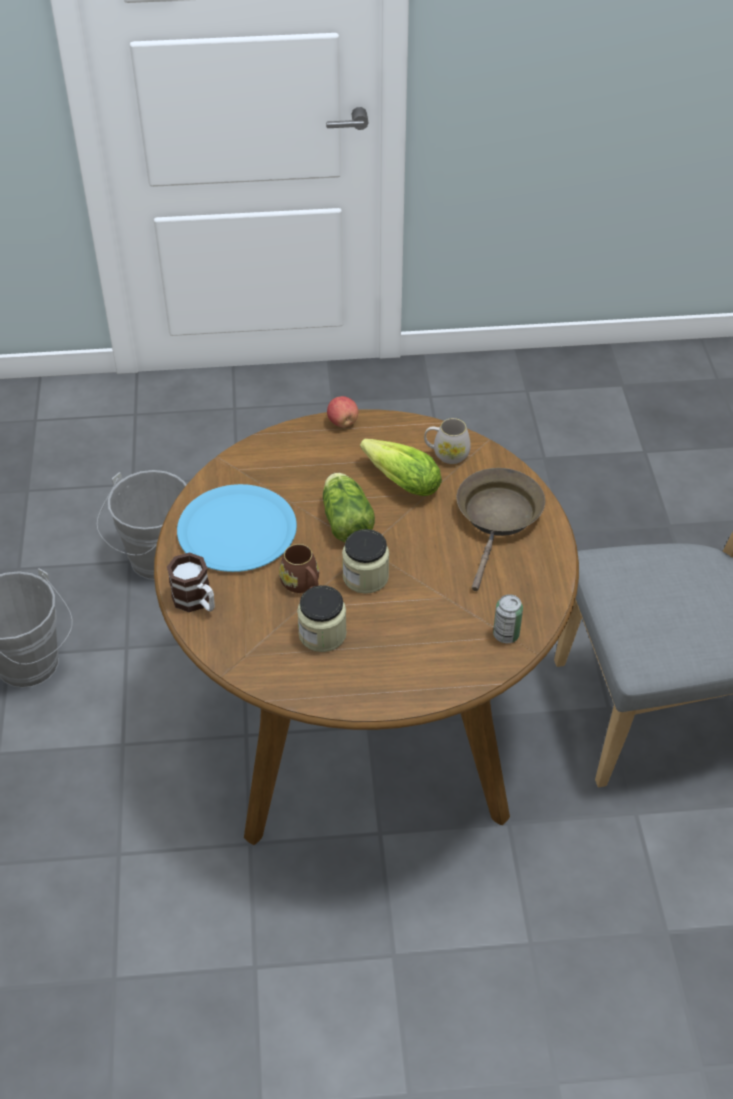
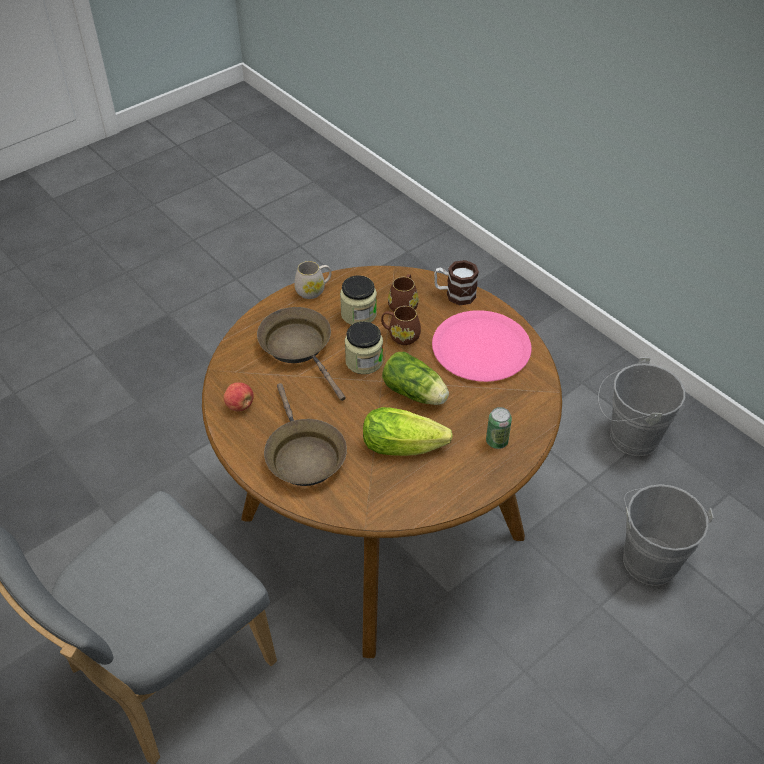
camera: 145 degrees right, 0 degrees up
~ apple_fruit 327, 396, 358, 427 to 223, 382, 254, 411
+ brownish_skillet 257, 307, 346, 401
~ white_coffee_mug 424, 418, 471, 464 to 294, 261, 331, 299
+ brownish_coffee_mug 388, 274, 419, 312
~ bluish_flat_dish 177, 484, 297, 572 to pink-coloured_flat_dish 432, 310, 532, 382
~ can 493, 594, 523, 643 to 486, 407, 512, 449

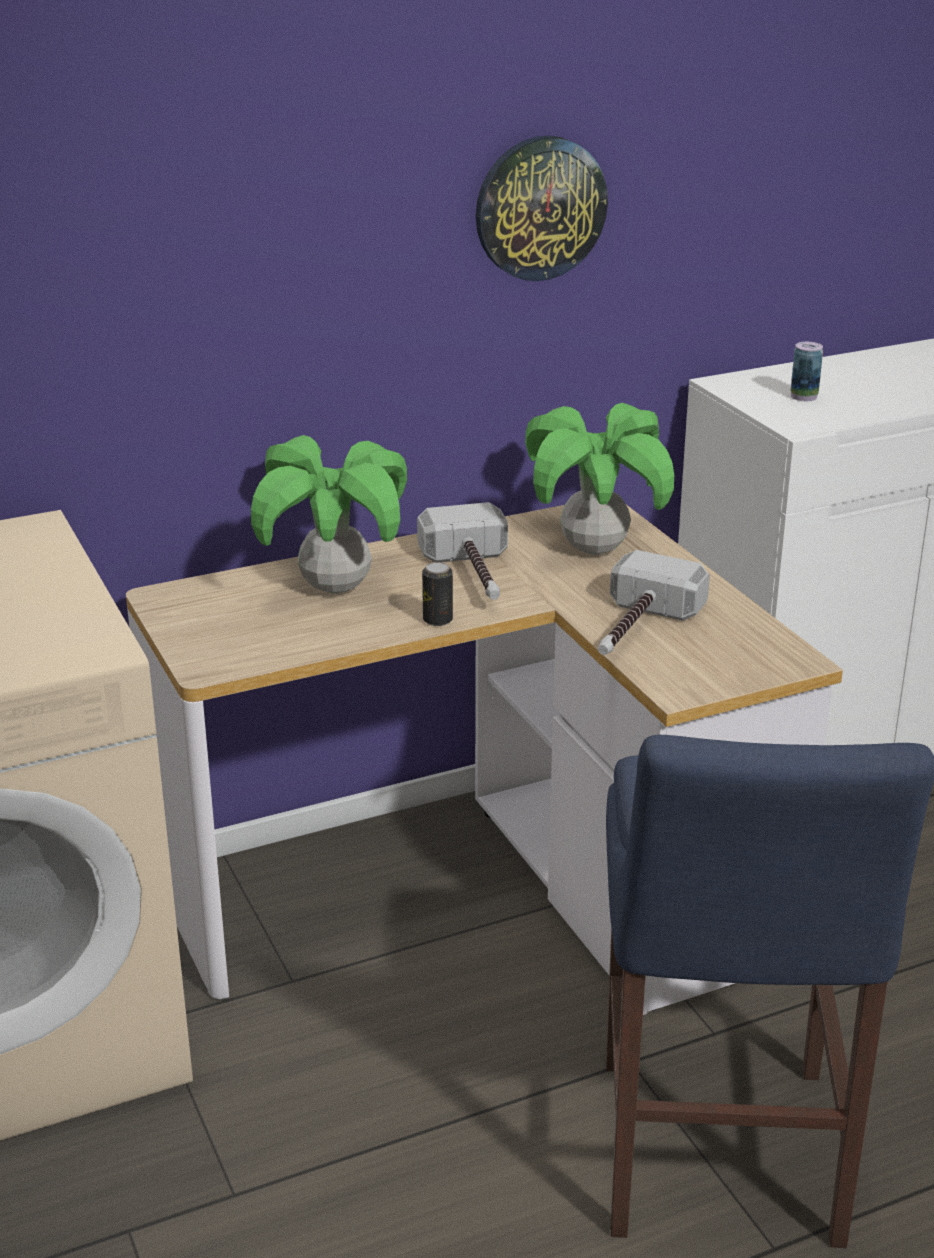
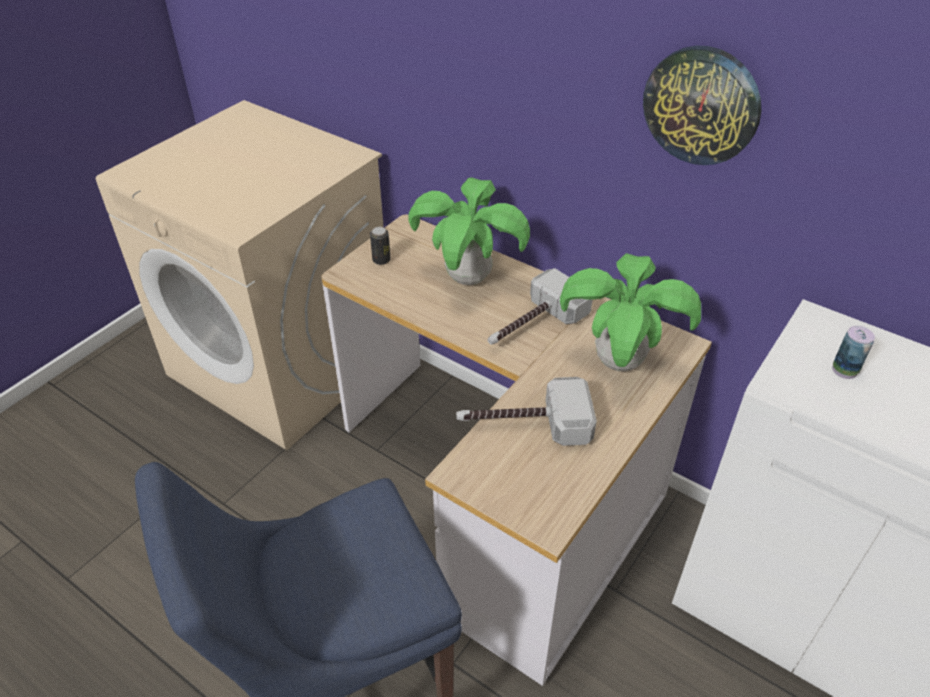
camera: 60 degrees right, 15 degrees up
~ can 422, 562, 453, 626 to 370, 227, 390, 265

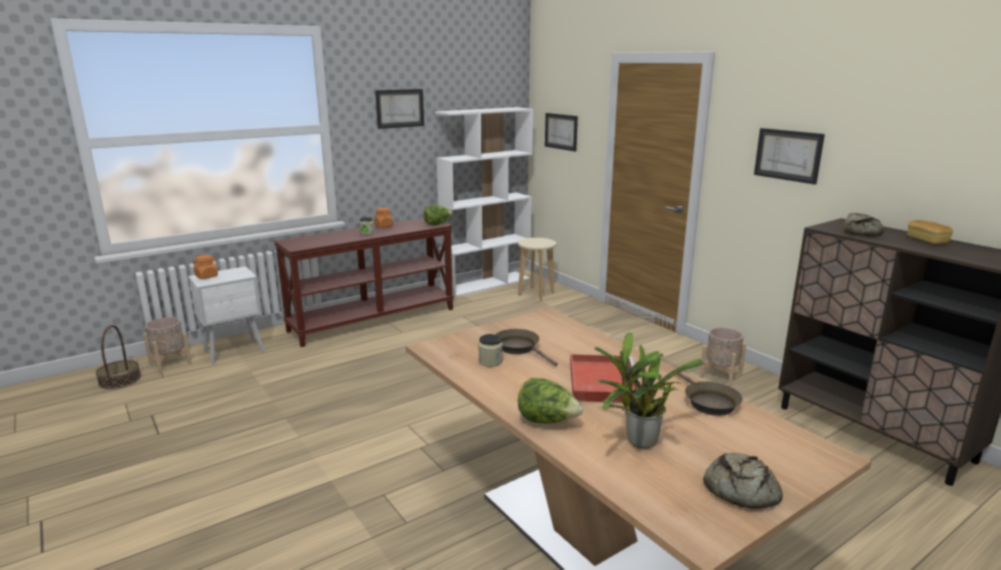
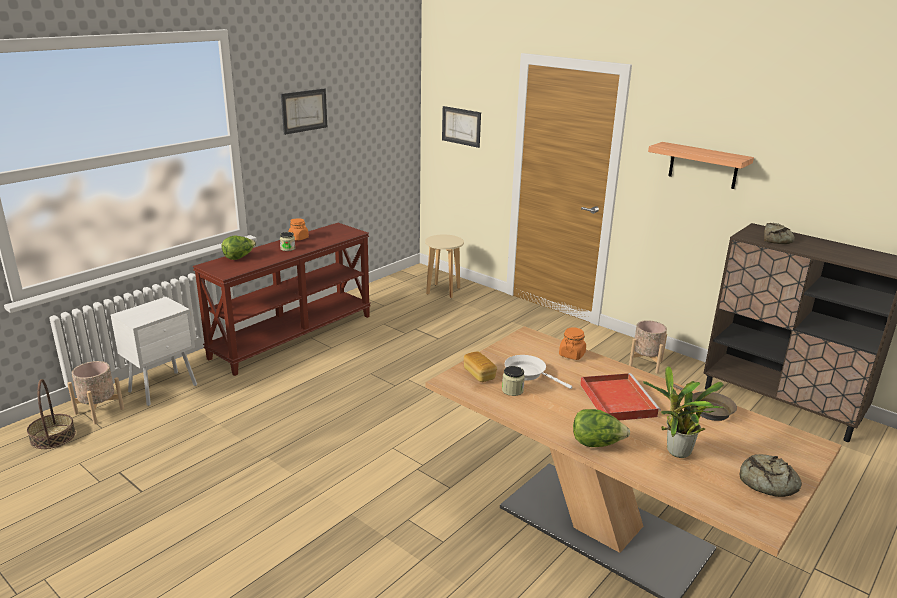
camera: 15 degrees left, 5 degrees up
~ lettuce 423, 205, 453, 226 to 222, 235, 256, 260
~ bread 907, 220, 953, 244 to 464, 352, 497, 382
~ brownish_skillet 495, 329, 558, 366 to white_skillet 505, 355, 572, 389
~ orange_storage_jar 193, 255, 218, 279 to 559, 327, 586, 360
~ picture 754, 128, 825, 185 to wall_shelf 648, 142, 754, 189
- white_bookcase 435, 107, 533, 297

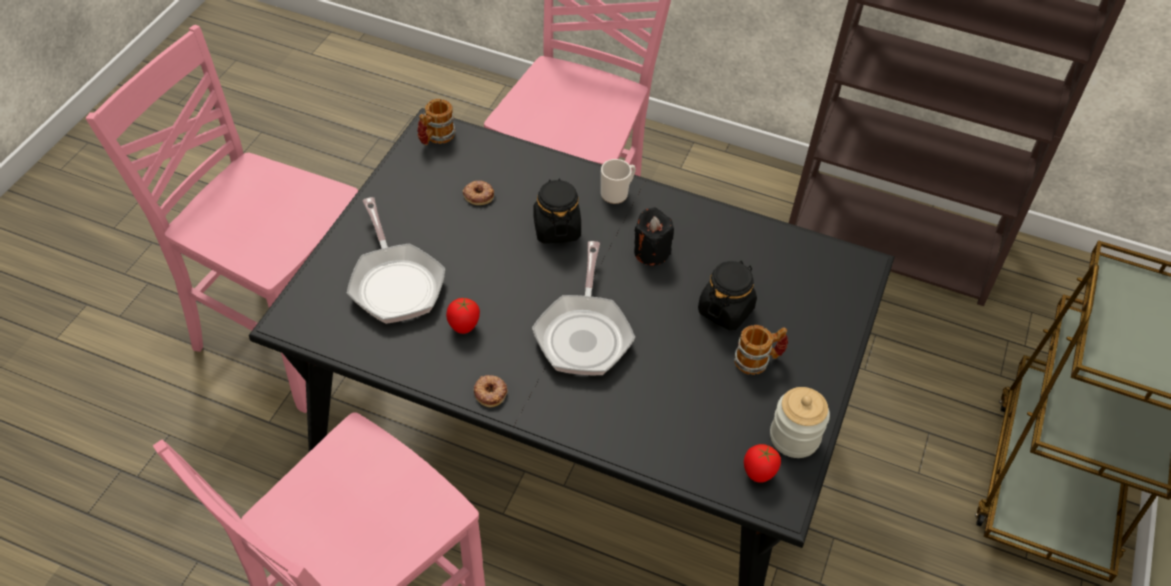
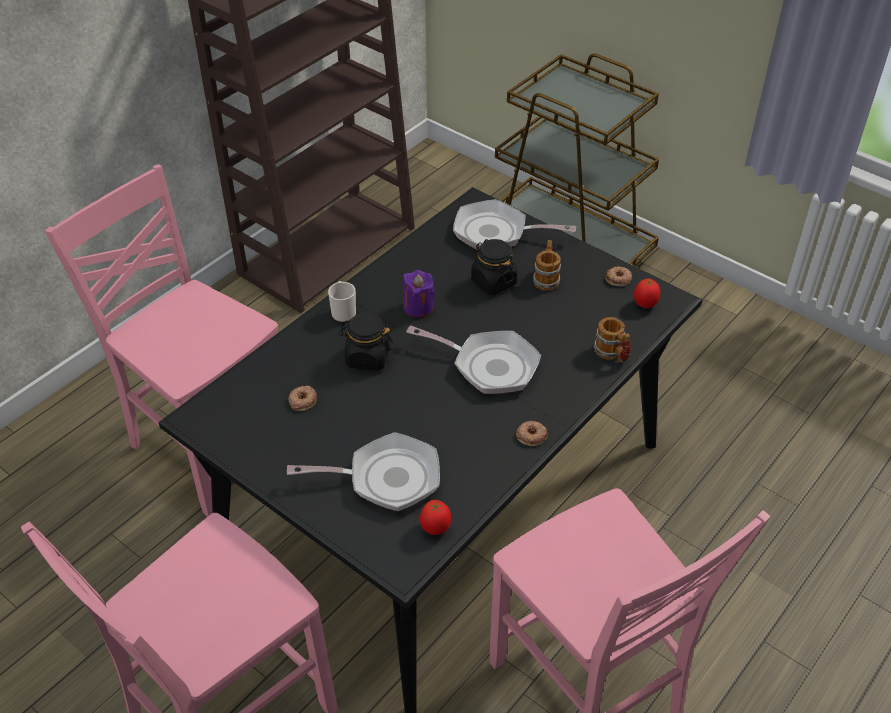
camera: 70 degrees left, 5 degrees down
~ blackish_wax_candle 634, 207, 674, 266 to purplish_wax_candle 403, 270, 435, 318
~ whole_tomato 446, 298, 480, 334 to 420, 500, 451, 535
+ skillet 453, 199, 576, 249
~ coffee_mug 417, 99, 456, 145 to 594, 317, 631, 362
~ storage_jar 770, 387, 830, 458 to donut 605, 266, 632, 286

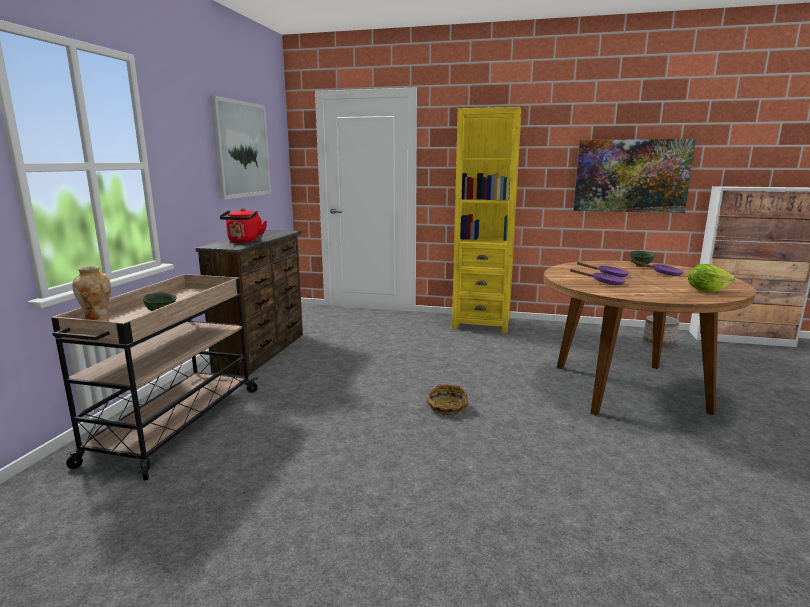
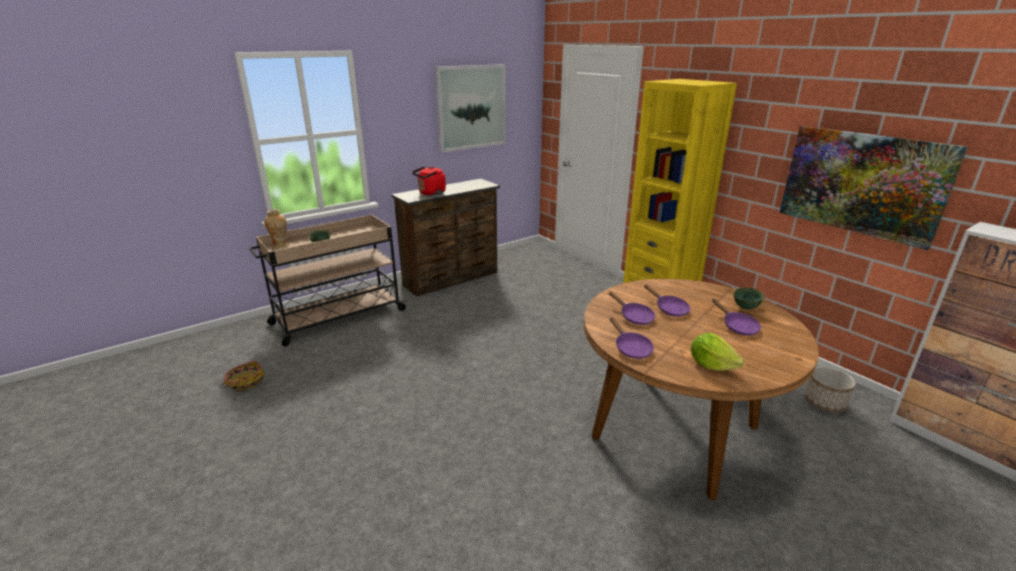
camera: 40 degrees right, 10 degrees up
~ storage_basket 427, 384, 468, 415 to 220, 361, 265, 391
+ purplish_skillet 610, 317, 654, 359

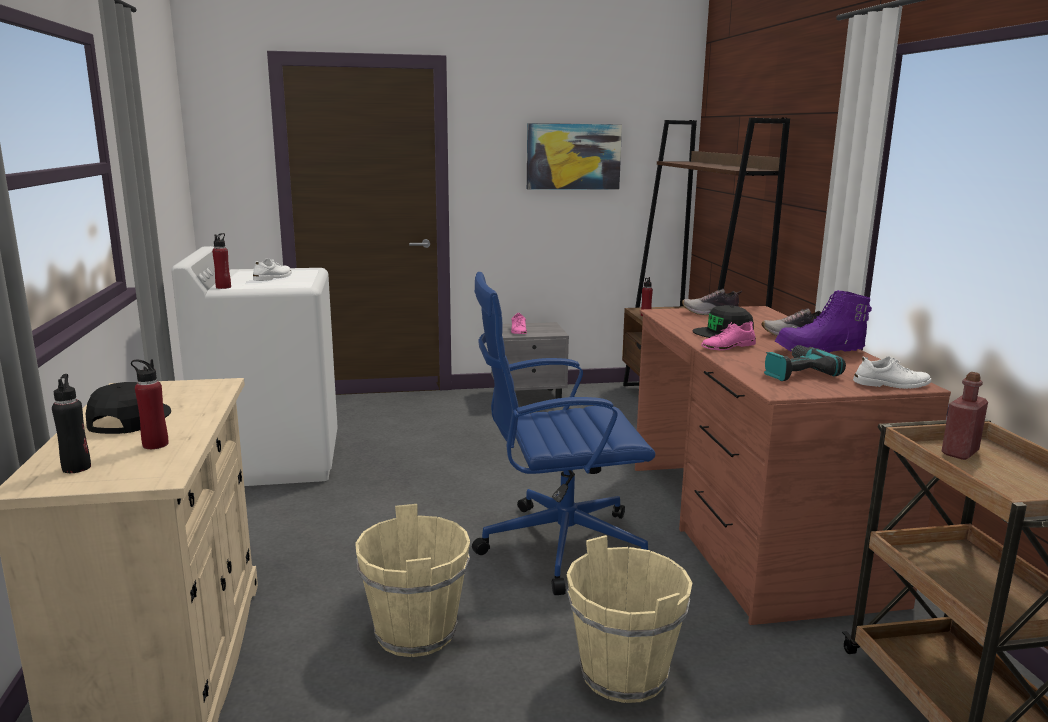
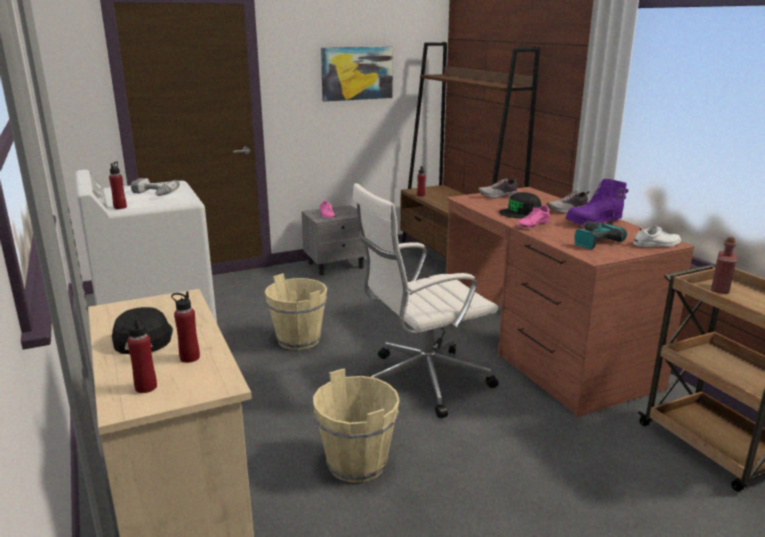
camera: 15 degrees left, 5 degrees up
~ blackish_drink_bottle 52, 374, 91, 473 to reddish_drink_bottle 127, 314, 157, 393
~ white_item_of_footwear 253, 258, 292, 281 to drill 131, 178, 180, 196
~ beige_water_bucket 567, 535, 692, 703 to 265, 273, 327, 350
~ bluish_computer_chair 472, 272, 655, 595 to white_computer_chair 352, 183, 499, 418

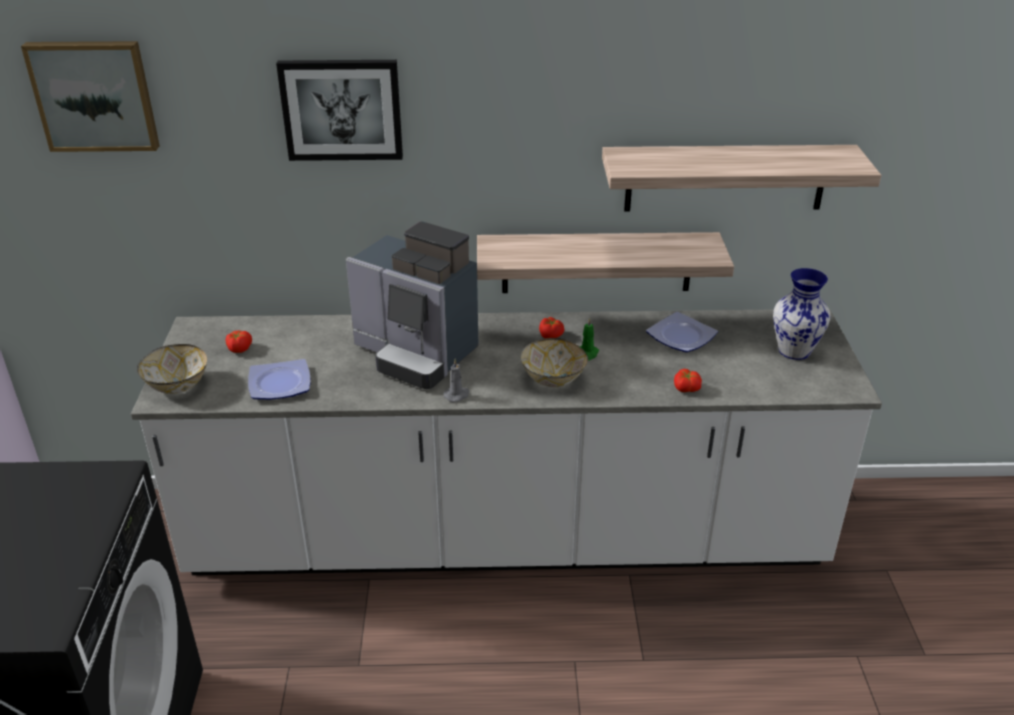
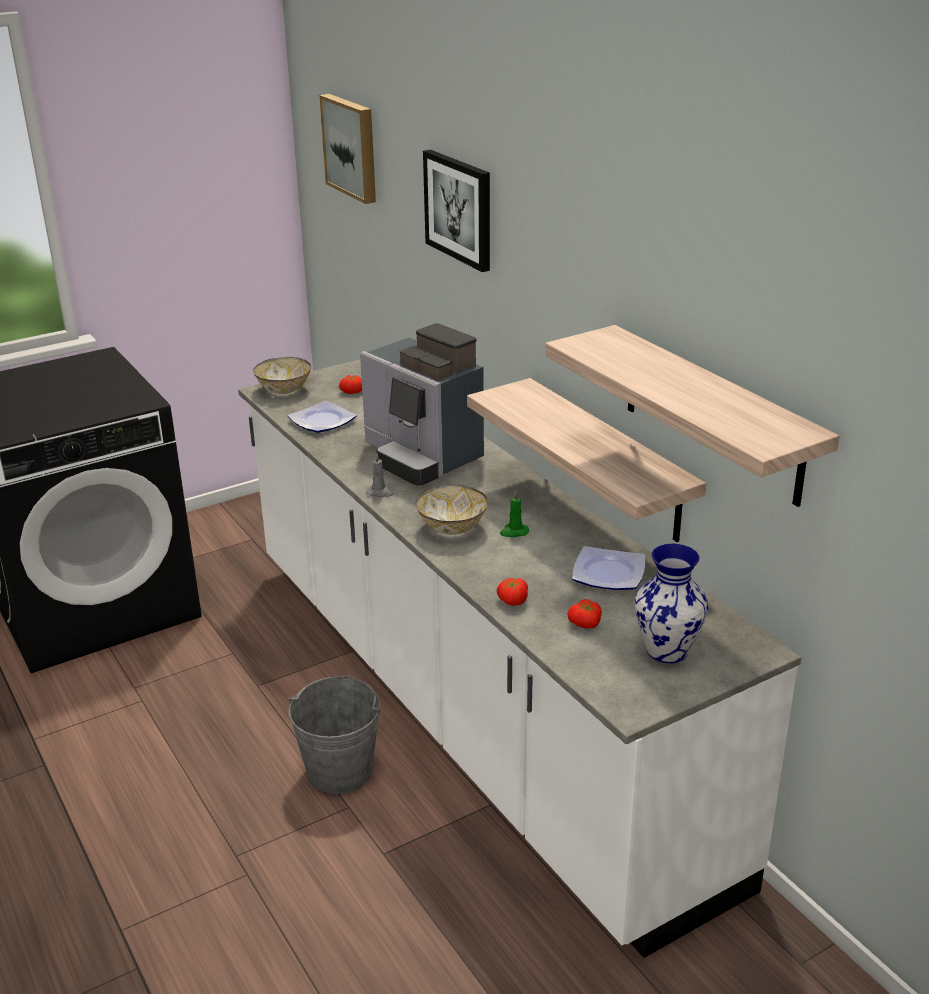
camera: 60 degrees right, 5 degrees down
+ grey_water_bucket 289, 675, 380, 794
~ coffee_brewer 345, 222, 479, 389 = 360, 323, 484, 485 45 degrees counterclockwise
~ whole_tomato 539, 317, 564, 338 to 567, 599, 602, 628

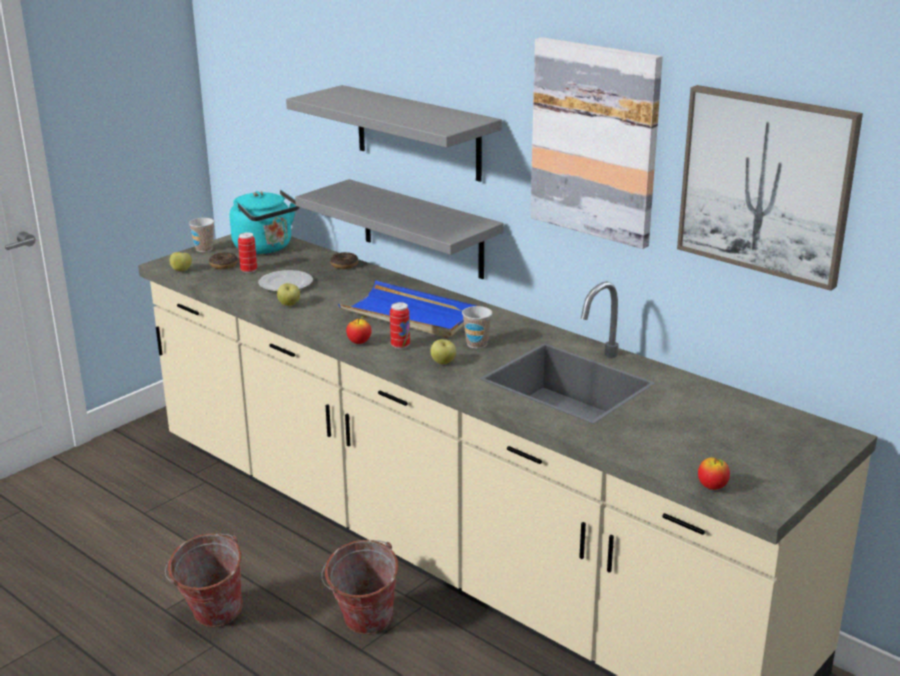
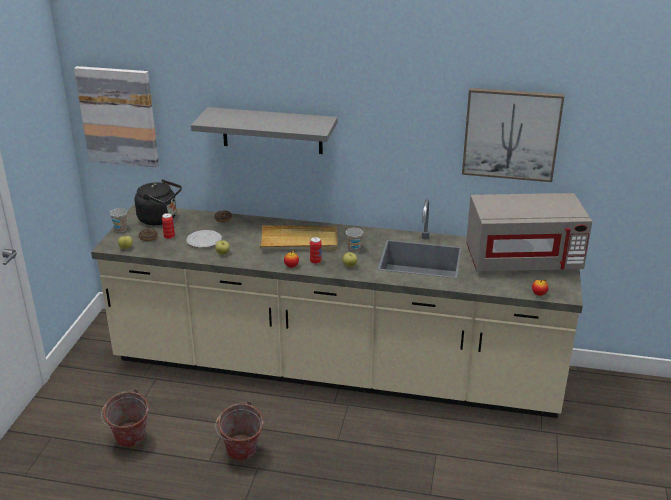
camera: 30 degrees left, 5 degrees up
~ picture 530, 37, 663, 249 to 74, 66, 159, 167
~ water_bucket 321, 540, 399, 635 to 101, 389, 149, 448
~ blue-green_tea_kettle 230, 190, 300, 254 to blackish_tea_kettle 135, 179, 182, 225
~ bluish_tray 338, 280, 477, 338 to beige_tray 260, 225, 338, 250
+ grey_microwave 466, 193, 592, 271
- grey_wall_shelf 295, 179, 504, 279

